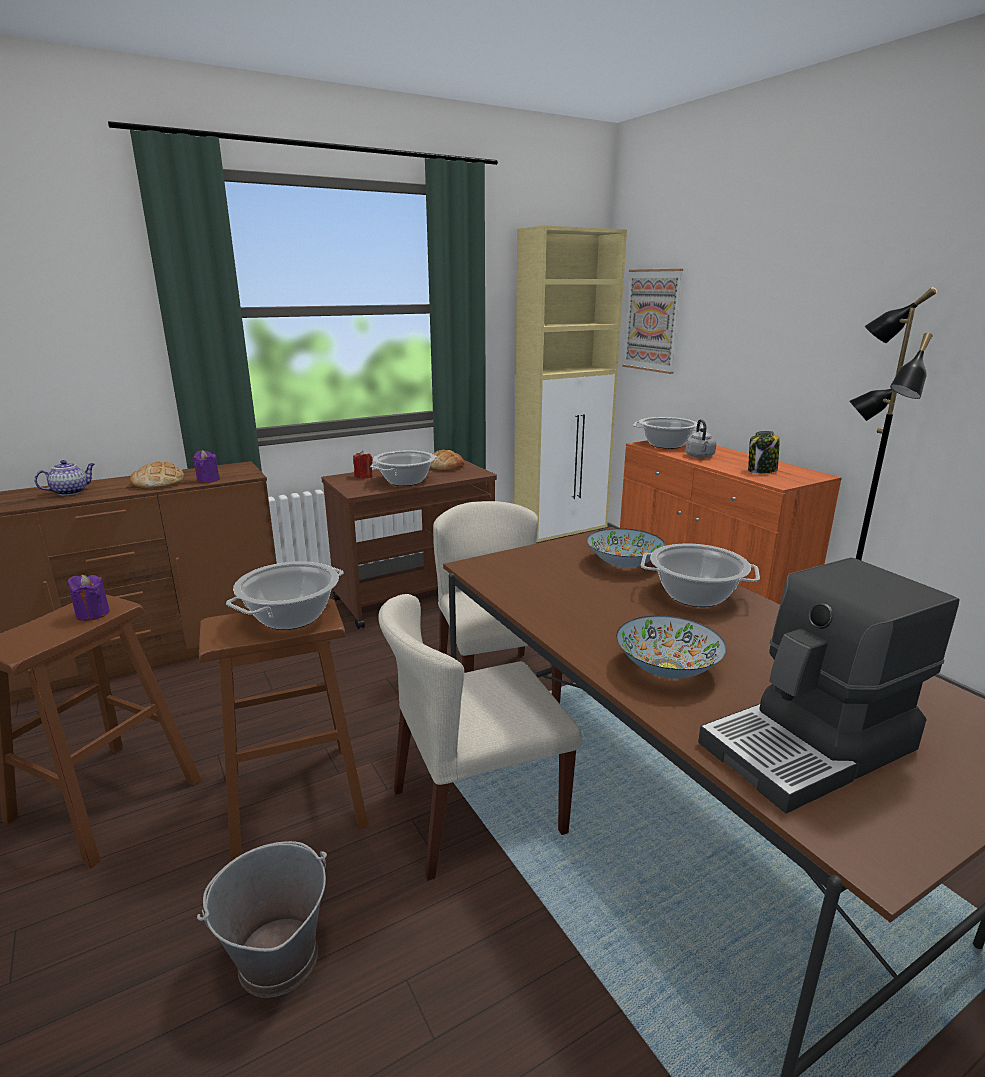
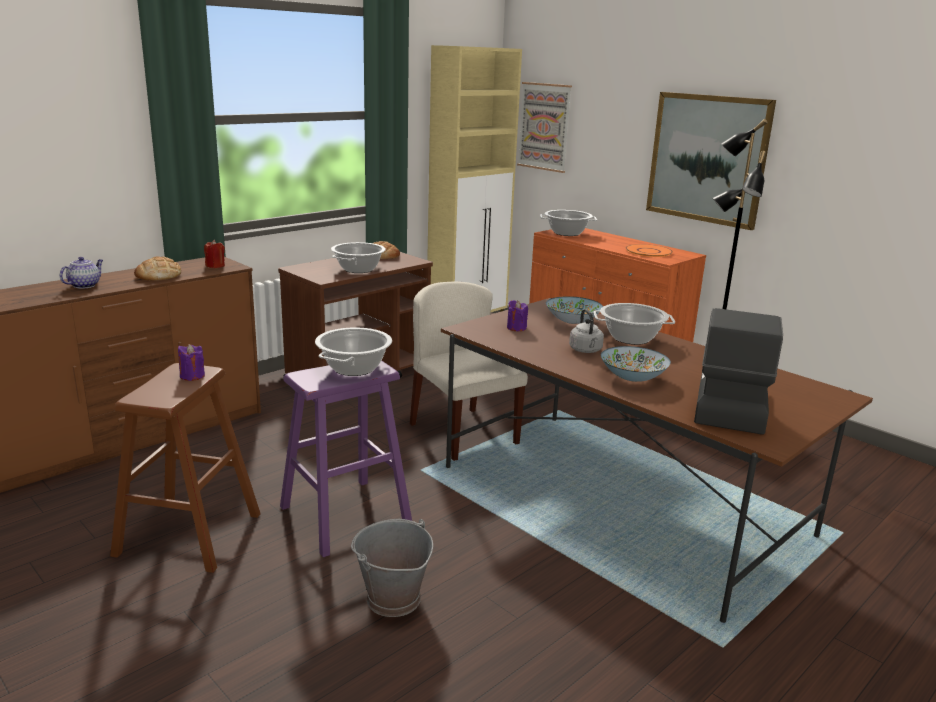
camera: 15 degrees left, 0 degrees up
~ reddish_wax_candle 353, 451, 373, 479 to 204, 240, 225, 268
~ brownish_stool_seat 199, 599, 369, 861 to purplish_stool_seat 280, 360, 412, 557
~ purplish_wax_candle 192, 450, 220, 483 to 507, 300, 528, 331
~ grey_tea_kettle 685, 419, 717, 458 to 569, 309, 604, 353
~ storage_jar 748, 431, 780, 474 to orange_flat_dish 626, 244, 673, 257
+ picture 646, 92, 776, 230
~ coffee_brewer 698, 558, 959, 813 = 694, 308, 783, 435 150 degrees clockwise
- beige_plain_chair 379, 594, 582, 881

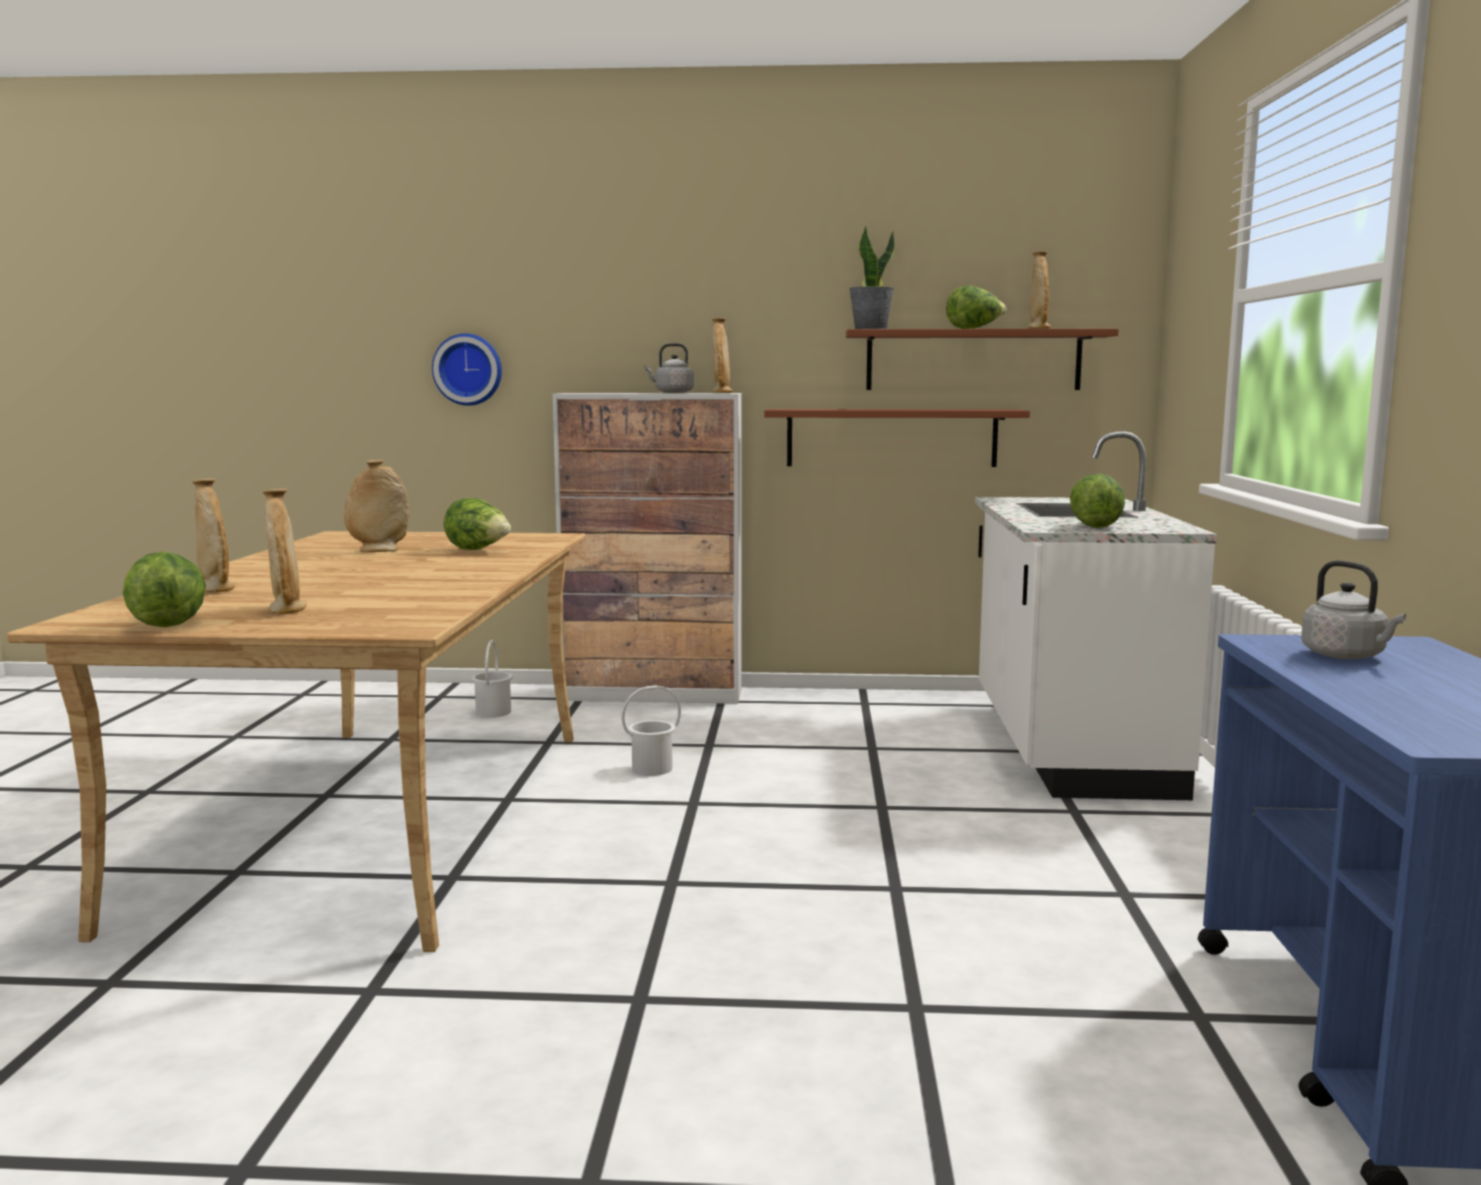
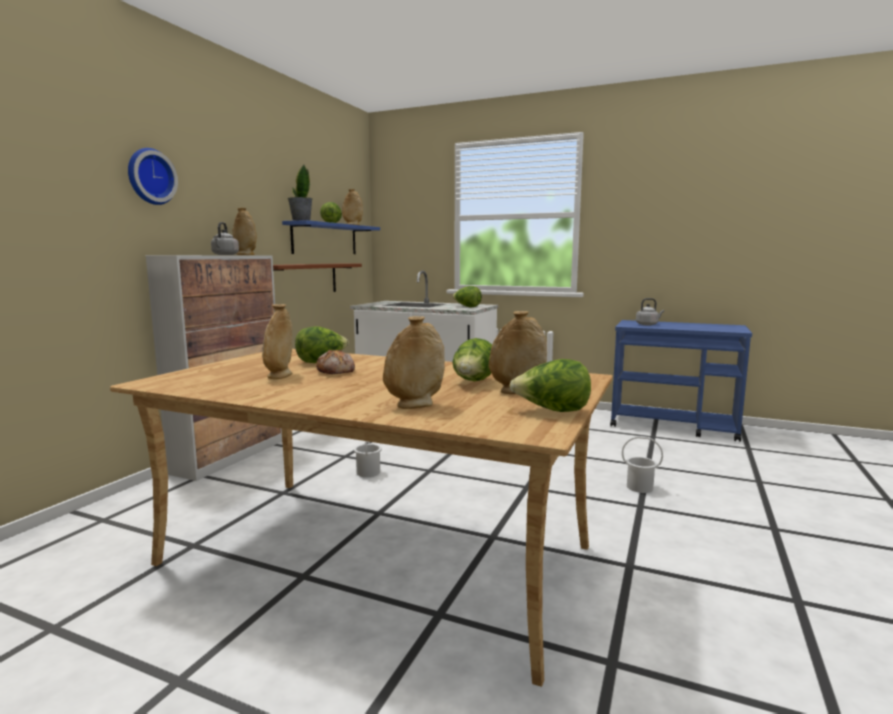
camera: 70 degrees left, 0 degrees up
~ clock_on_the_wall 432, 333, 502, 406 to 128, 148, 178, 205
~ brownish_wall_shelf 846, 329, 1119, 390 to bluish_wall_shelf 282, 220, 380, 254
+ bread 316, 350, 355, 374
+ lettuce 452, 338, 492, 381
~ white_water_bucket 471, 640, 513, 718 to 622, 436, 663, 493

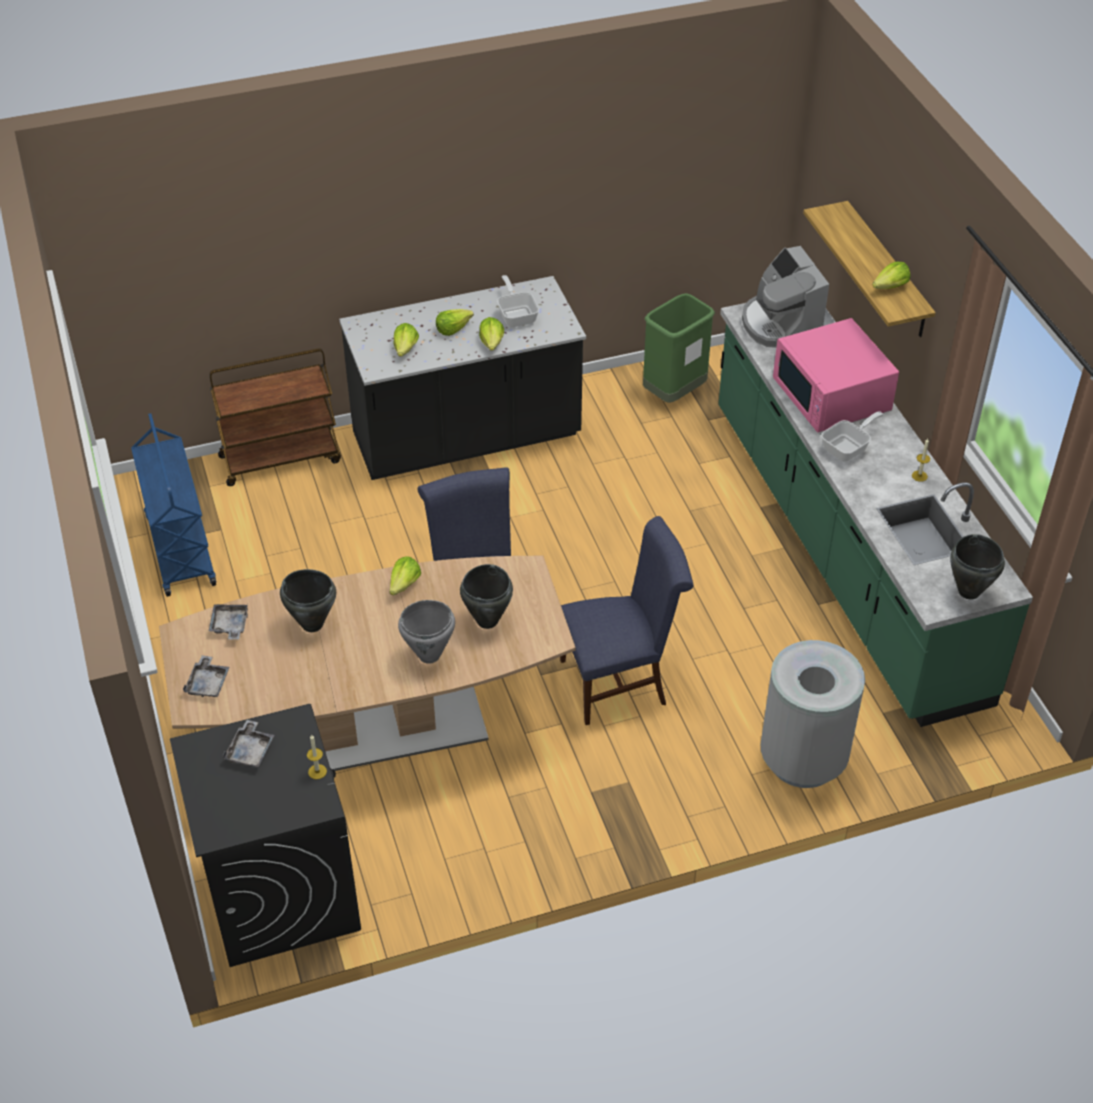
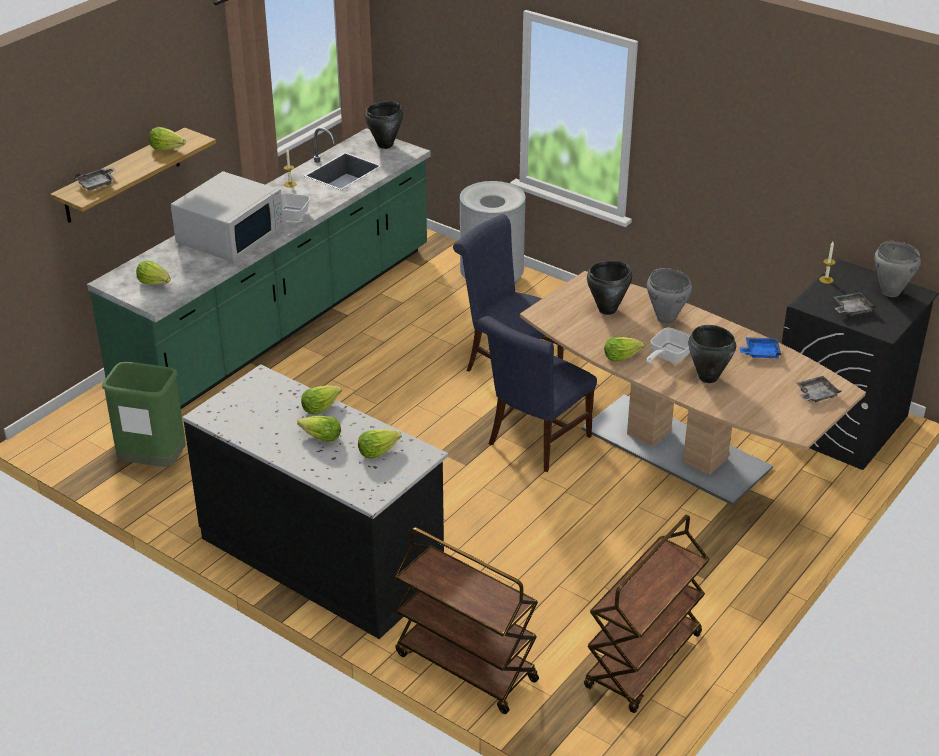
camera: 125 degrees left, 10 degrees down
~ grey_tray 209, 604, 248, 640 to 75, 167, 116, 191
~ coffee_brewer 742, 246, 829, 348 to lettuce 136, 261, 171, 285
~ pink-coloured_microwave 773, 318, 899, 433 to white_microwave 171, 171, 284, 263
~ bluish_wheeled_cart 131, 413, 216, 597 to brownish_wheeled_cart 584, 515, 709, 713
~ skillet 497, 275, 539, 327 to 646, 328, 691, 364
+ bluish_tray 740, 337, 782, 358
+ grey_stockpot 874, 241, 921, 297

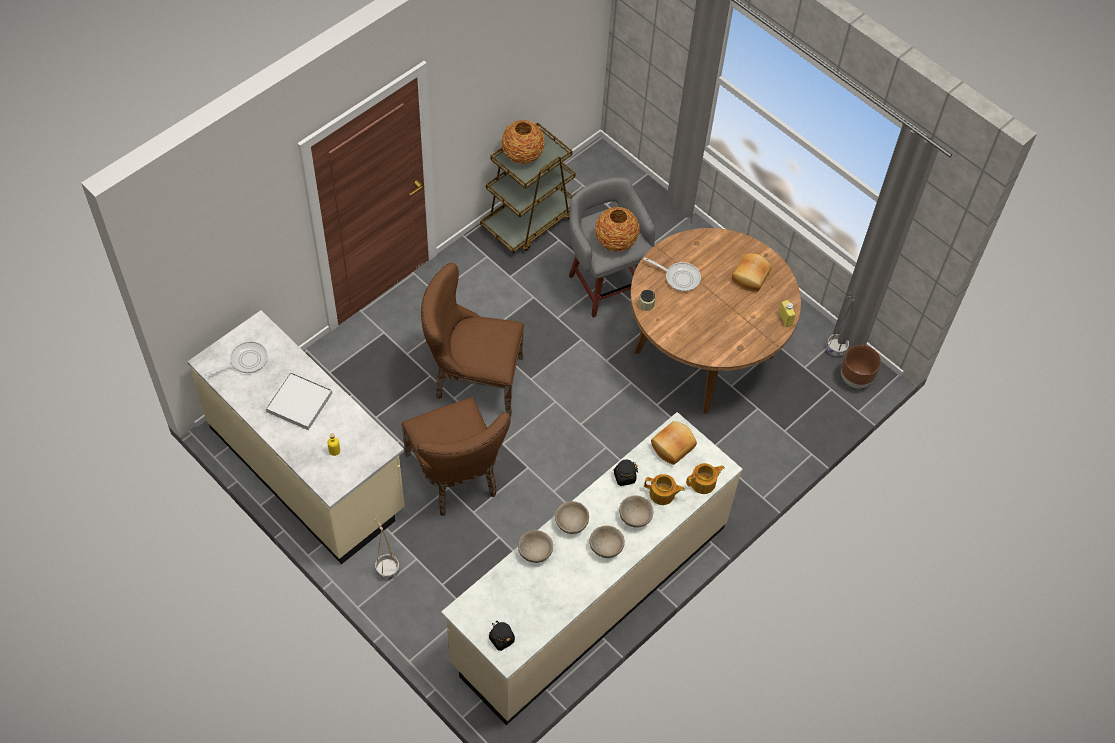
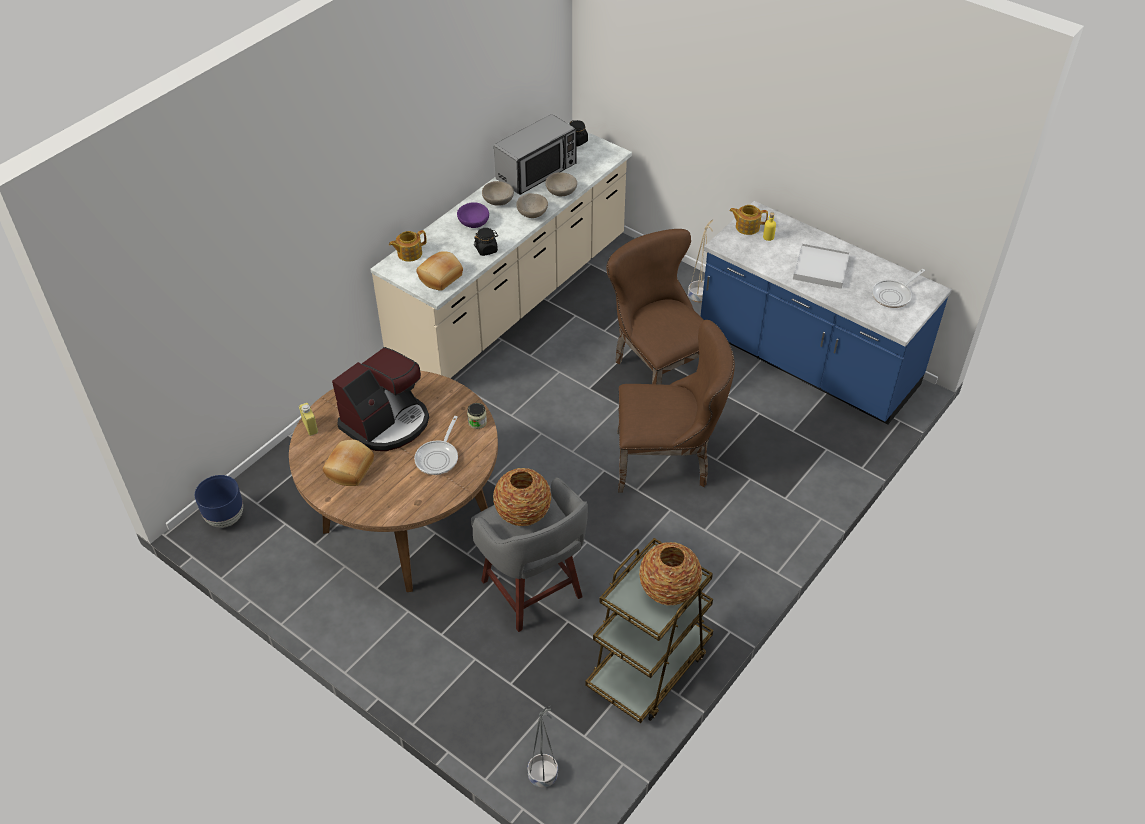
camera: 175 degrees right, 10 degrees down
~ brownish_plant_pot 841, 345, 881, 389 to bluish_plant_pot 195, 475, 243, 528
+ coffee_brewer 332, 347, 429, 451
~ skillet 643, 257, 701, 292 = 414, 416, 458, 475 90 degrees counterclockwise
~ beige_deep_dish 619, 495, 654, 528 to purplish_deep_dish 457, 202, 489, 228
+ microwave 494, 114, 577, 195
~ grey_plant_pot 826, 290, 854, 356 to 527, 706, 558, 788
~ beige_kitchen_base_unit 187, 310, 405, 564 to bluish_kitchen_base_unit 701, 201, 952, 425
~ tea_pot 644, 474, 685, 505 to 729, 205, 768, 235

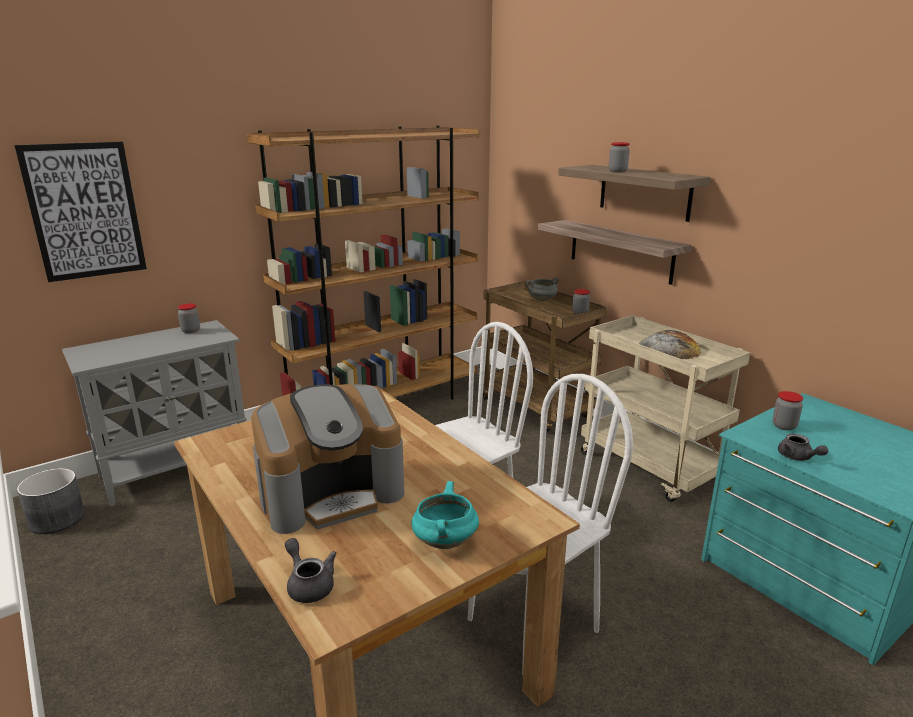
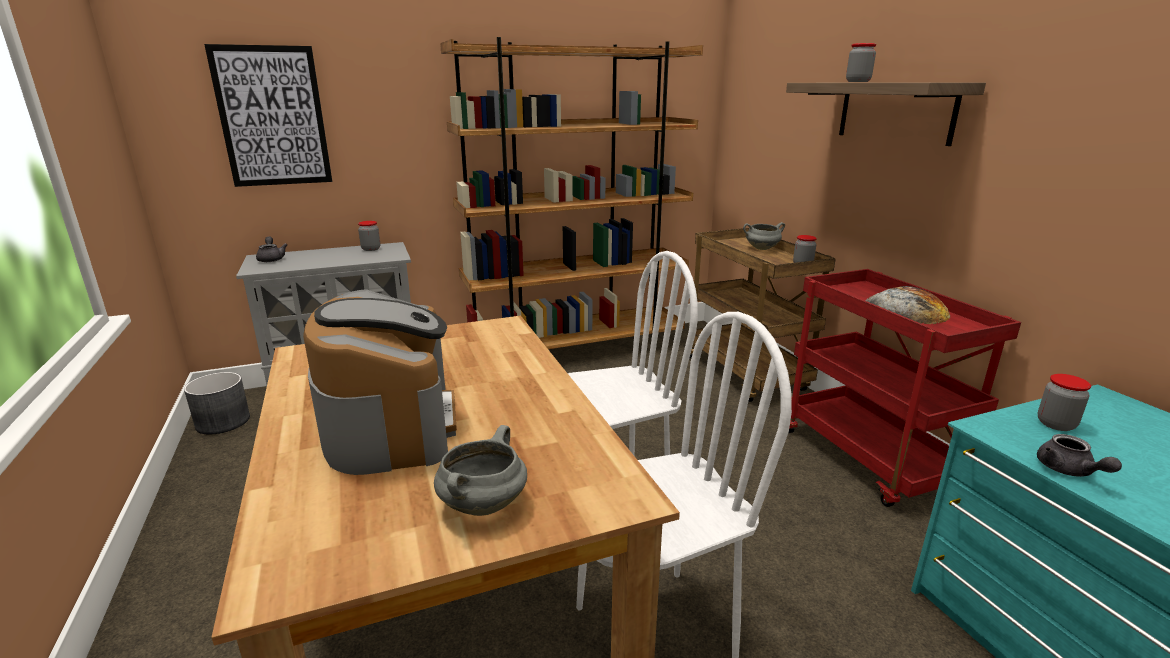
camera: 15 degrees right, 0 degrees up
~ grey_tea_pot 285, 538, 337, 603 to 256, 236, 288, 262
~ coffee_brewer 251, 384, 404, 534 = 303, 289, 457, 475 90 degrees counterclockwise
~ blue-green_stockpot 411, 481, 479, 549 to grey_stockpot 434, 425, 527, 516
~ beige_wheeled_cart 581, 315, 750, 502 to reddish_wheeled_cart 789, 269, 1021, 507
- wall_shelf 538, 220, 692, 285

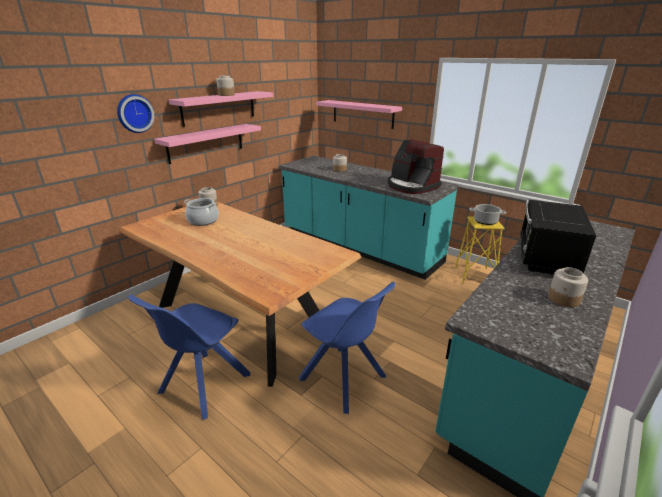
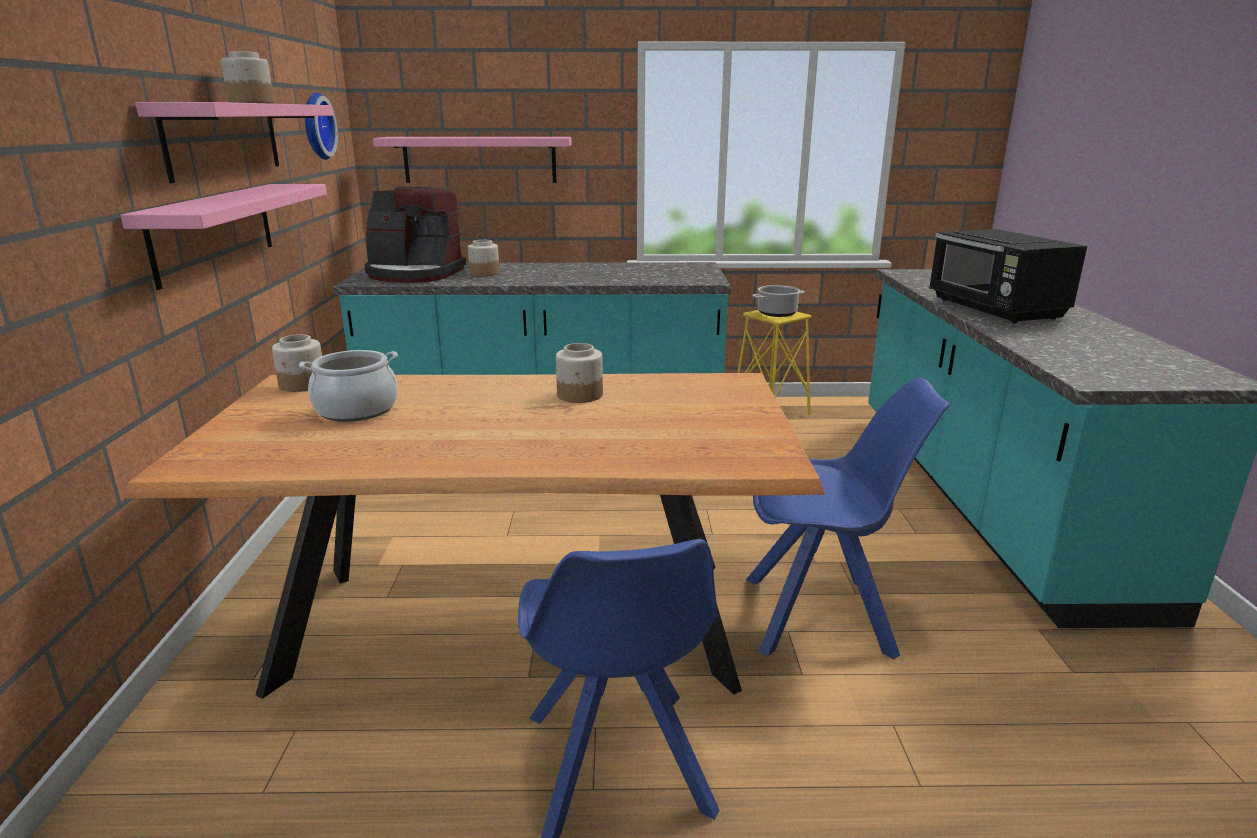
camera: 40 degrees left, 5 degrees down
~ clock_on_the_wall 117, 94, 155, 133 to 305, 92, 338, 160
~ coffee_brewer 388, 139, 444, 194 to 364, 187, 466, 283
~ storage_jar 548, 267, 588, 307 to 556, 343, 603, 403

